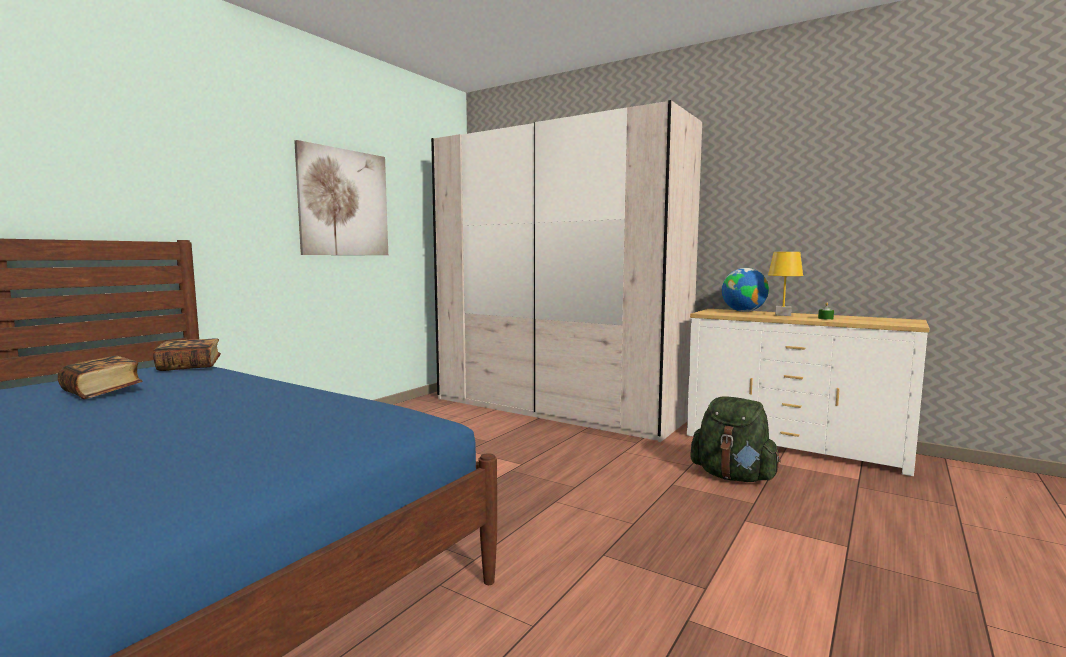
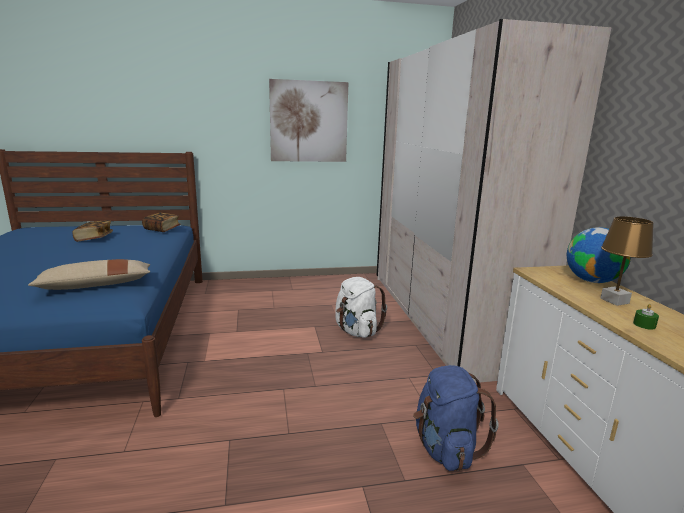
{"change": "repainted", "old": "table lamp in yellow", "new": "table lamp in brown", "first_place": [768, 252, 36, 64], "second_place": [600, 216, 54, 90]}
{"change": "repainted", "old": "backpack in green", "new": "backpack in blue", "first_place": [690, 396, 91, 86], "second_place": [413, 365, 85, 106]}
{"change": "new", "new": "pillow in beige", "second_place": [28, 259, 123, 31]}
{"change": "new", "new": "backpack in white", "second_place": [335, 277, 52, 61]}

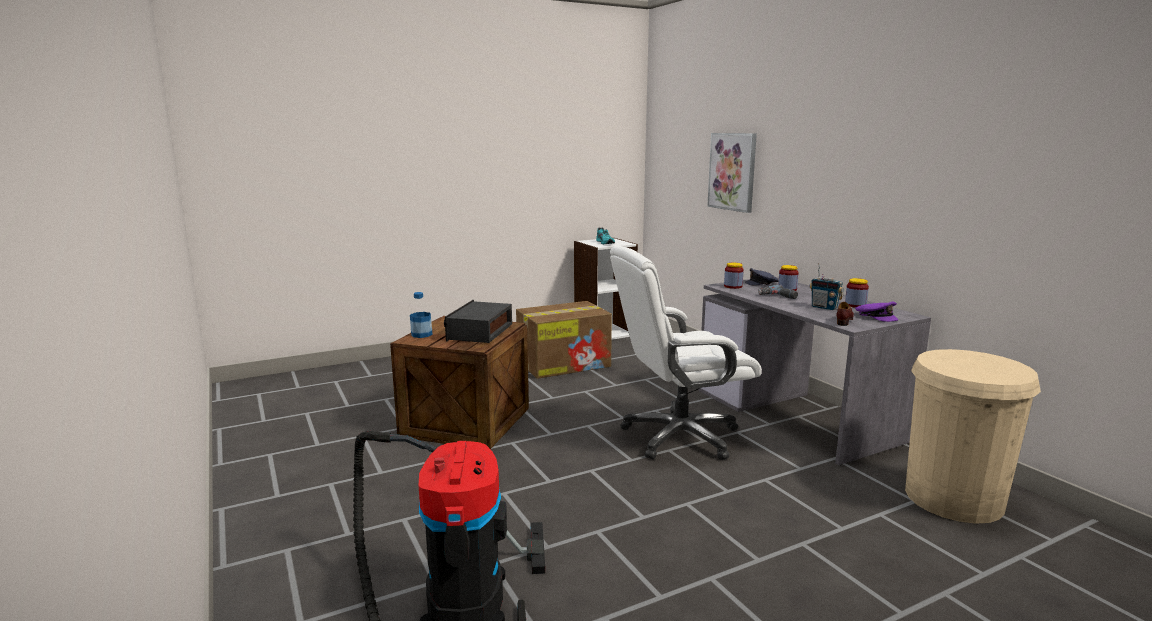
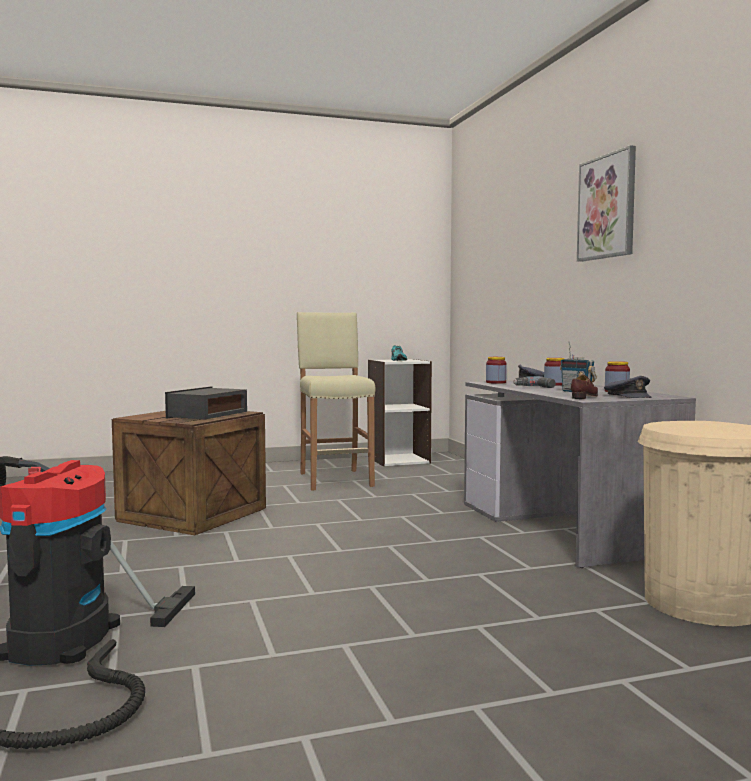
{"change": "shifted", "old": "picture", "first_place": [707, 133, 50, 80], "second_place": [577, 145, 59, 117]}
{"change": "gone", "old": "office chair in white", "first_place": [610, 245, 152, 215]}
{"change": "gone", "old": "bottle", "first_place": [410, 292, 23, 46]}
{"change": "swapped", "old": "cardboard box", "new": "stool in beige", "first_place": [516, 301, 96, 78], "second_place": [297, 312, 78, 178]}
{"change": "repainted", "old": "cap in purple", "new": "cap in grey", "first_place": [855, 302, 43, 20], "second_place": [604, 376, 48, 22]}

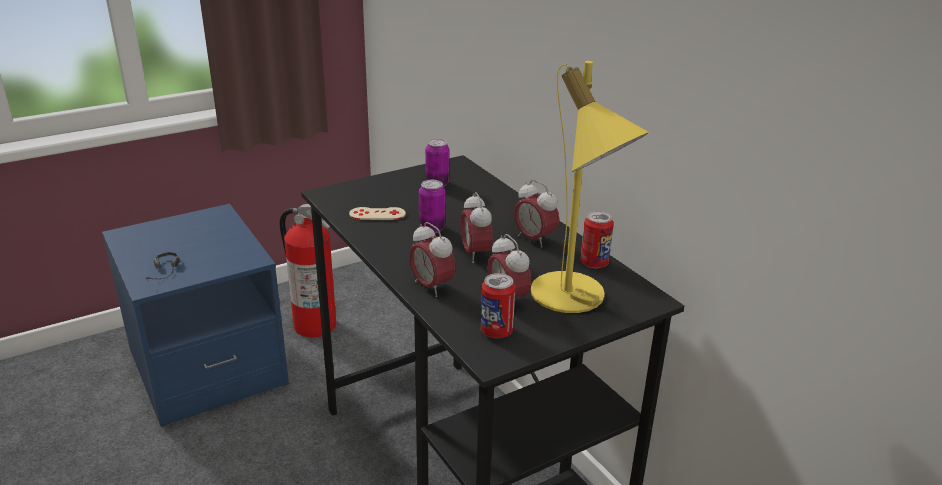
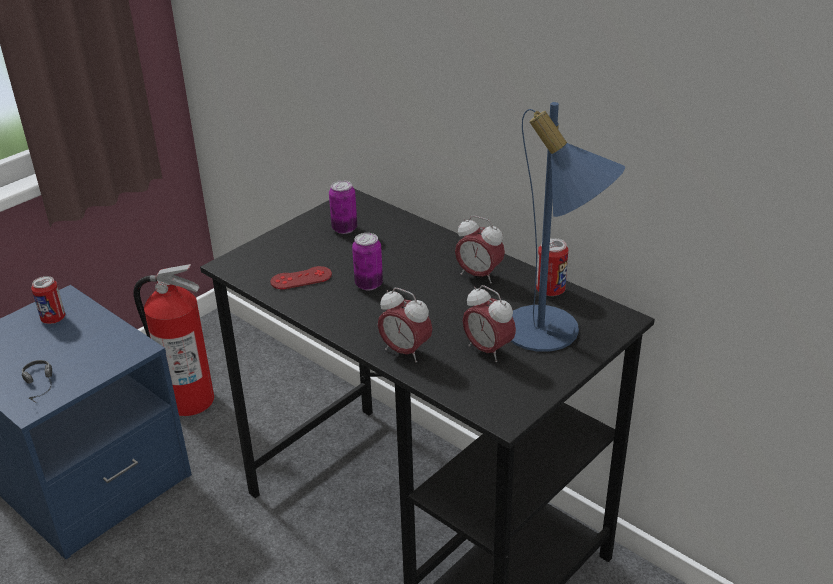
{"change": "repainted", "old": "table lamp in yellow", "new": "table lamp in blue", "first_place": [531, 61, 118, 252], "second_place": [511, 102, 114, 250]}
{"change": "gone", "old": "alarm clock", "first_place": [460, 192, 33, 71]}
{"change": "repainted", "old": "game controller in beige", "new": "game controller in red", "first_place": [349, 207, 57, 13], "second_place": [270, 266, 62, 23]}
{"change": "shifted", "old": "can", "first_place": [481, 273, 34, 65], "second_place": [31, 276, 34, 48]}

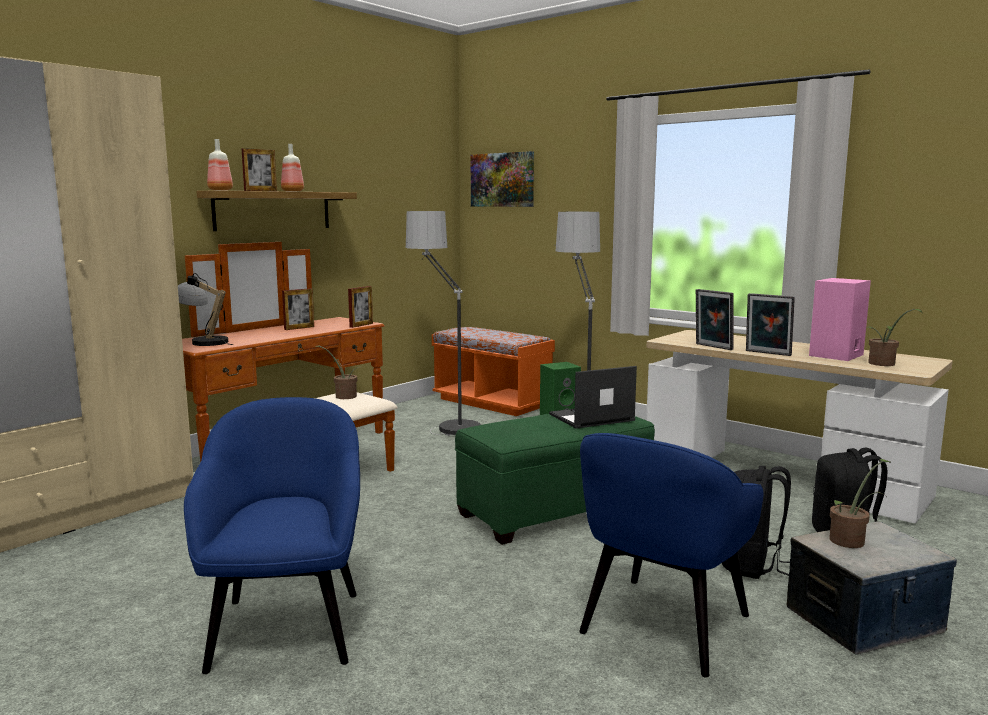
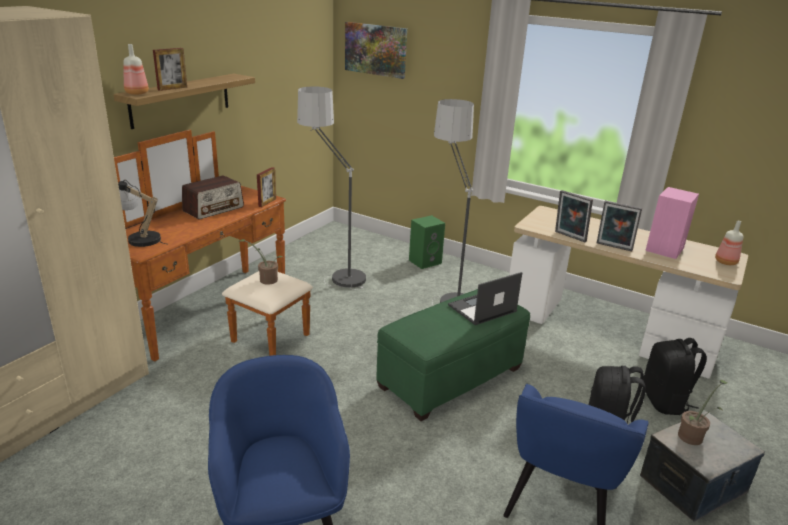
{"change": "shifted", "old": "bottle", "first_place": [281, 144, 23, 48], "second_place": [715, 221, 28, 44]}
{"change": "swapped", "old": "picture frame", "new": "radio", "first_place": [282, 288, 32, 42], "second_place": [182, 176, 62, 43]}
{"change": "gone", "old": "potted plant", "first_place": [866, 309, 56, 57]}
{"change": "gone", "old": "bench in orange", "first_place": [432, 327, 123, 89]}

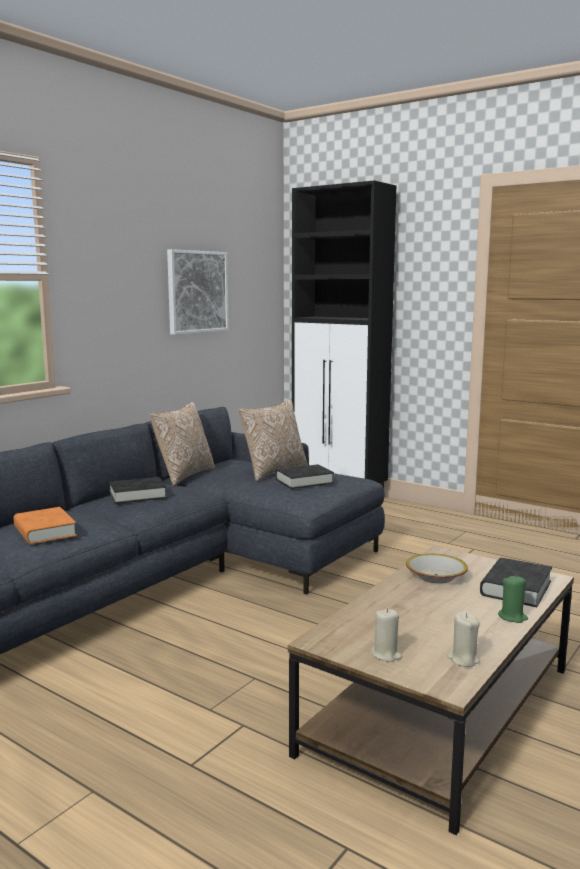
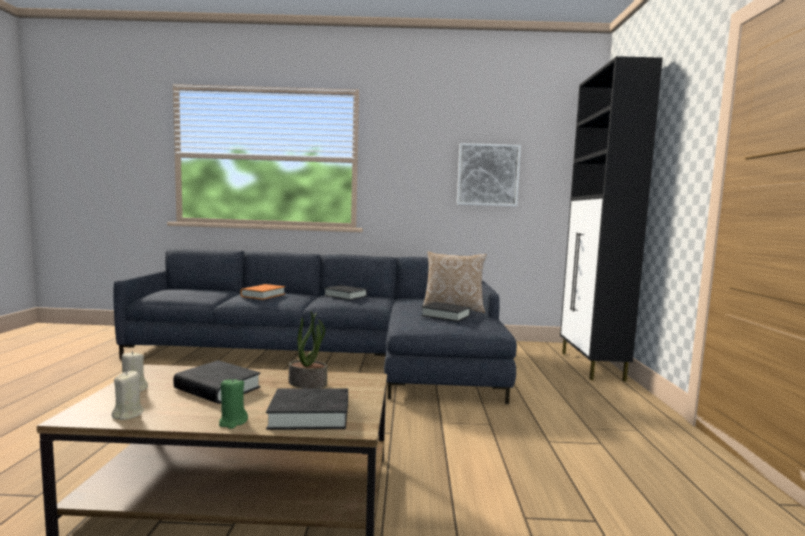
{"change": "gone", "old": "pillow", "first_place": [150, 402, 65, 84]}
{"change": "swapped", "old": "bowl", "new": "potted plant", "first_place": [406, 553, 62, 30], "second_place": [289, 311, 38, 78]}
{"change": "new", "new": "book in black", "second_place": [173, 360, 88, 44]}

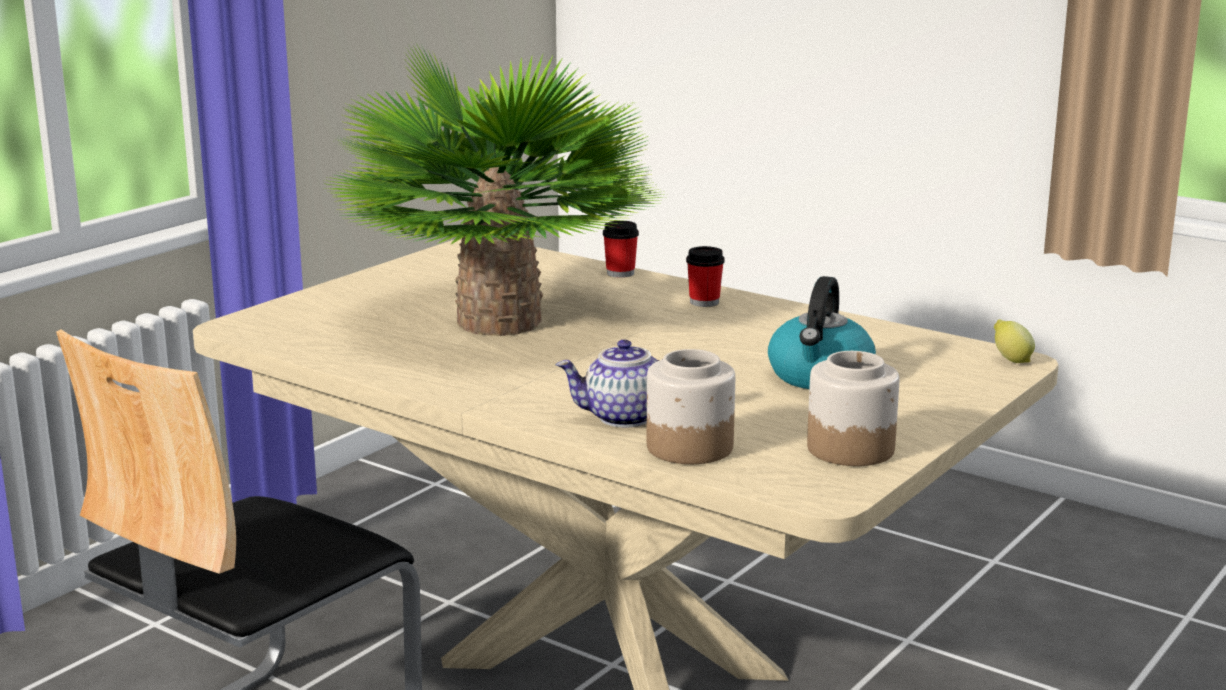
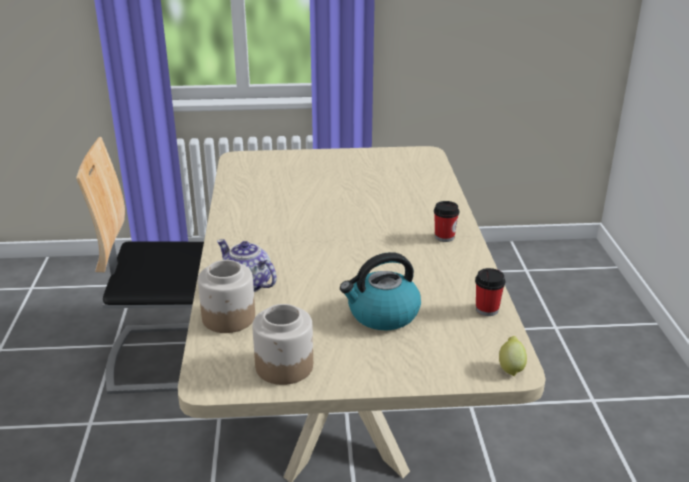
{"change": "gone", "old": "potted plant", "first_place": [324, 43, 341, 293]}
{"change": "shifted", "old": "cup", "first_place": [603, 221, 36, 57], "second_place": [475, 268, 30, 48]}

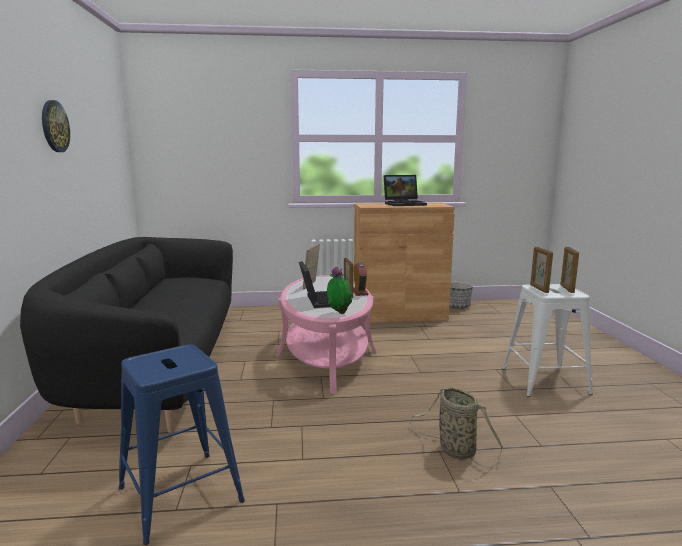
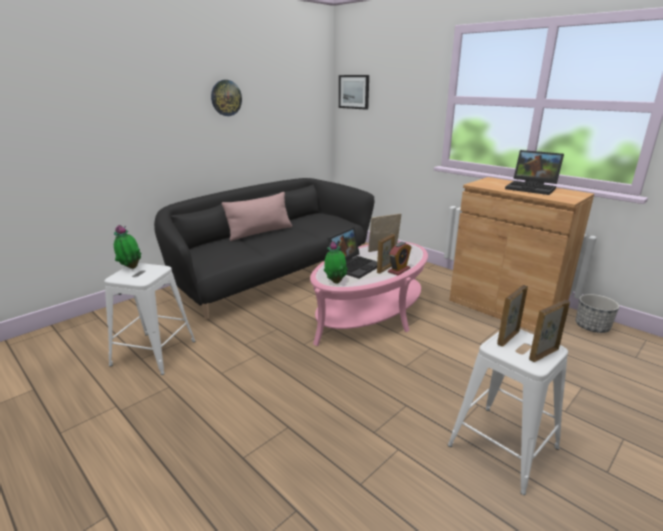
{"change": "repainted", "old": "stool in blue", "new": "stool in white", "first_place": [119, 345, 126, 200], "second_place": [104, 263, 91, 112]}
{"change": "gone", "old": "basket", "first_place": [410, 387, 93, 81]}
{"change": "new", "new": "picture", "second_place": [339, 75, 30, 35]}
{"change": "new", "new": "pillow in pink", "second_place": [222, 192, 70, 49]}
{"change": "new", "new": "potted plant", "second_place": [114, 225, 27, 44]}

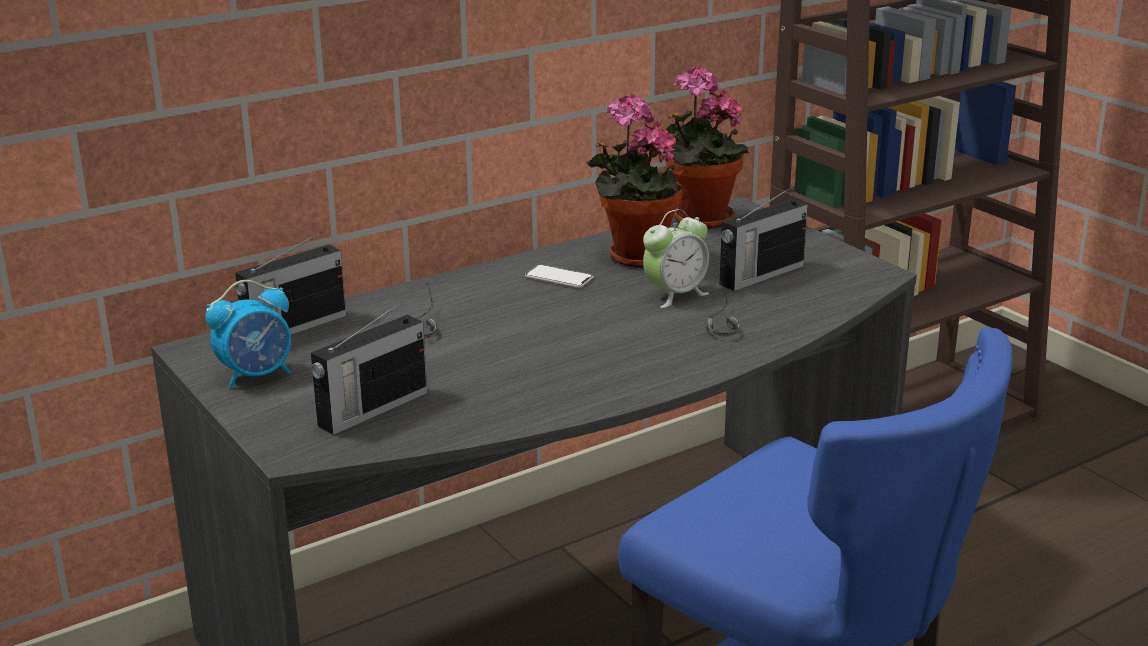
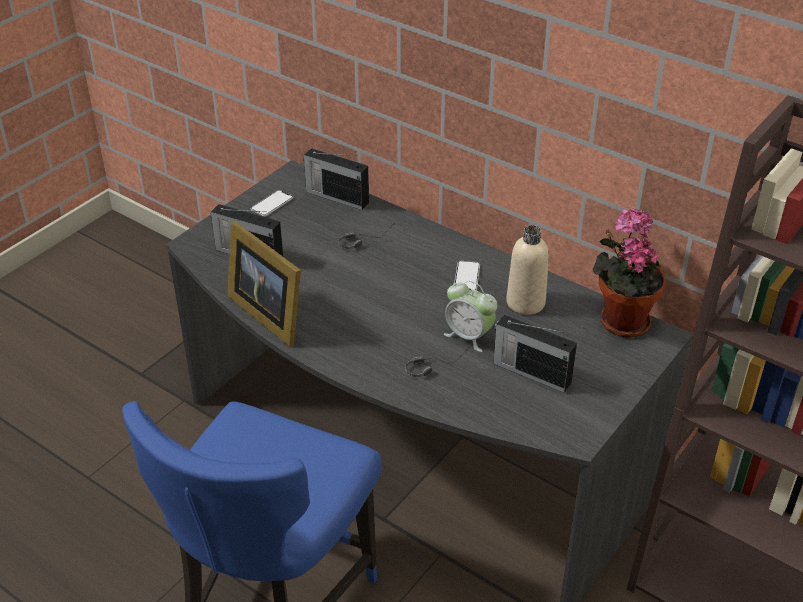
{"change": "swapped", "old": "potted plant", "new": "bottle in beige", "first_place": [586, 94, 97, 174], "second_place": [506, 225, 43, 90]}
{"change": "swapped", "old": "alarm clock", "new": "phone", "first_place": [205, 280, 86, 109], "second_place": [251, 190, 42, 27]}
{"change": "new", "new": "picture frame", "second_place": [227, 221, 74, 126]}

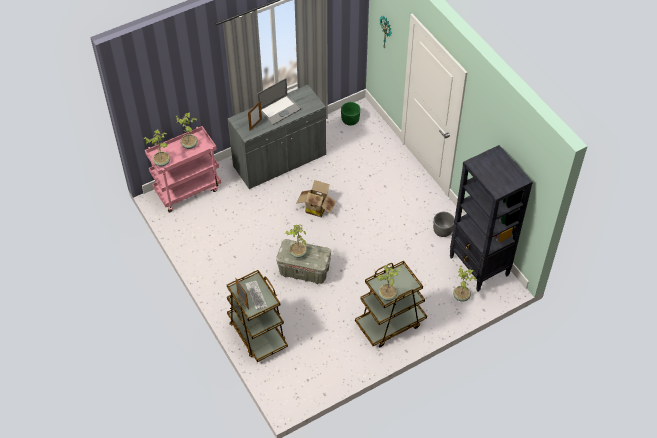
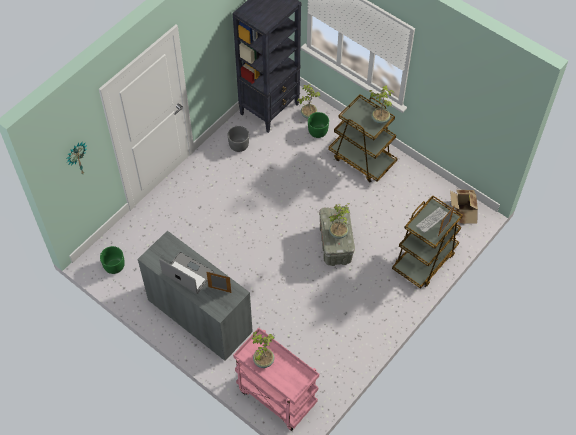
{"change": "gone", "old": "potted plant", "first_place": [144, 129, 26, 37]}
{"change": "shifted", "old": "cardboard box", "first_place": [296, 180, 40, 37], "second_place": [450, 190, 28, 34]}
{"change": "new", "new": "planter in green", "second_place": [308, 112, 21, 26]}

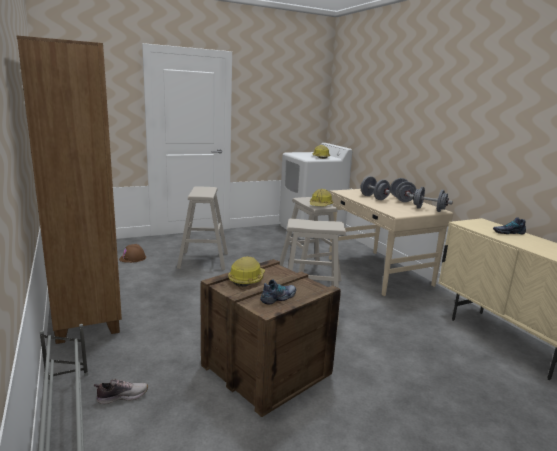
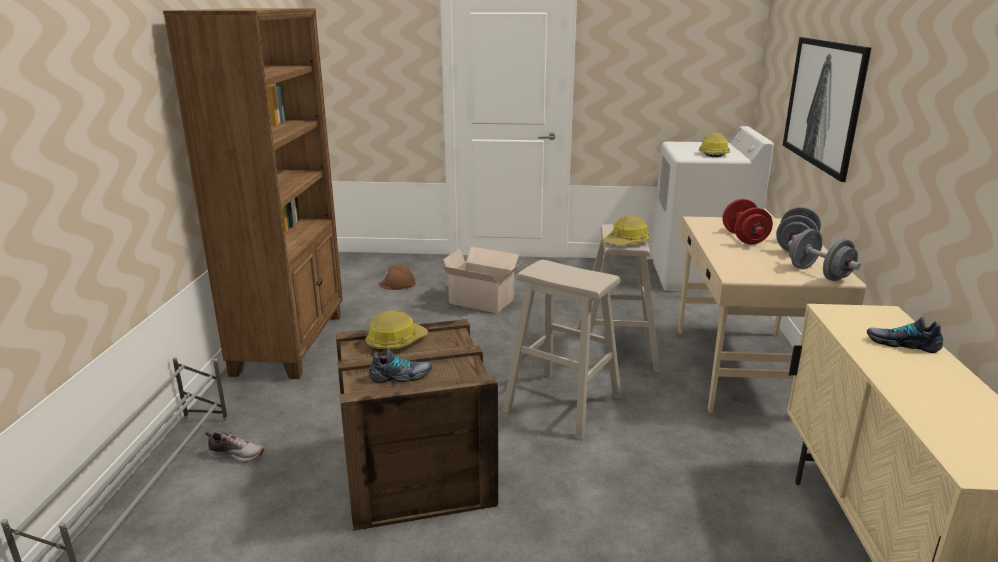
{"change": "repainted", "old": "dumbbell in grey", "new": "dumbbell in red", "first_place": [361, 176, 30, 24], "second_place": [722, 199, 51, 45]}
{"change": "swapped", "old": "stool in beige", "new": "cardboard box", "first_place": [177, 186, 51, 84], "second_place": [442, 247, 79, 67]}
{"change": "new", "new": "picture", "second_place": [783, 37, 88, 145]}

